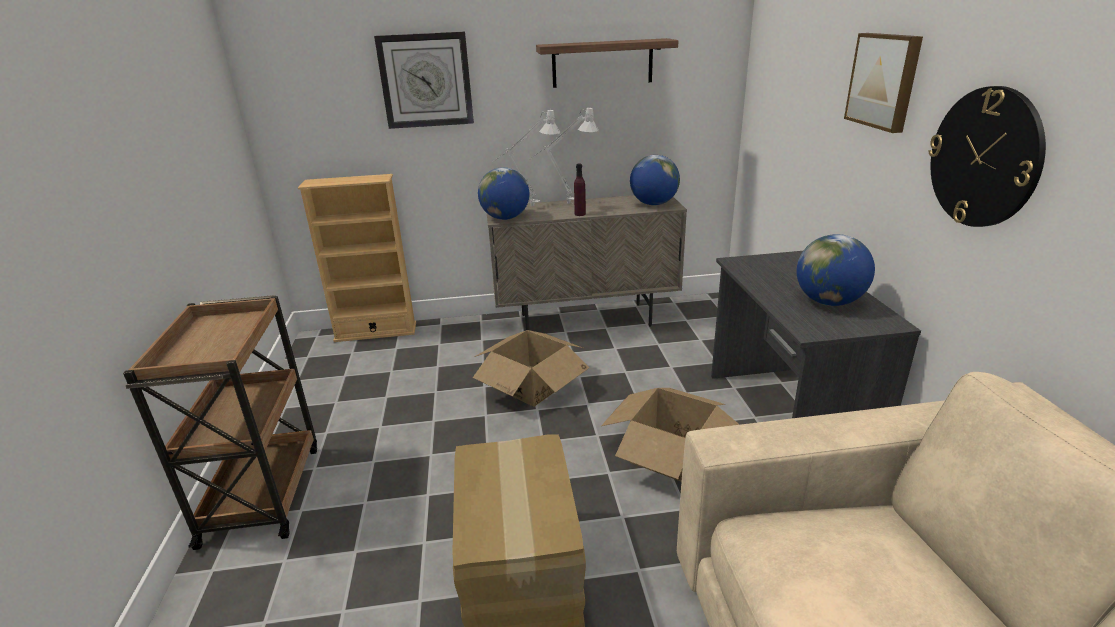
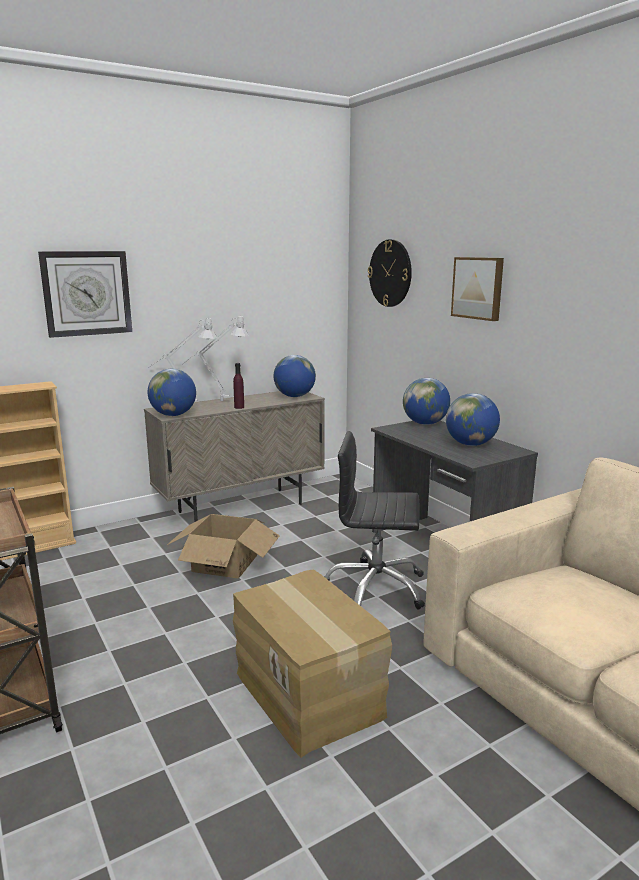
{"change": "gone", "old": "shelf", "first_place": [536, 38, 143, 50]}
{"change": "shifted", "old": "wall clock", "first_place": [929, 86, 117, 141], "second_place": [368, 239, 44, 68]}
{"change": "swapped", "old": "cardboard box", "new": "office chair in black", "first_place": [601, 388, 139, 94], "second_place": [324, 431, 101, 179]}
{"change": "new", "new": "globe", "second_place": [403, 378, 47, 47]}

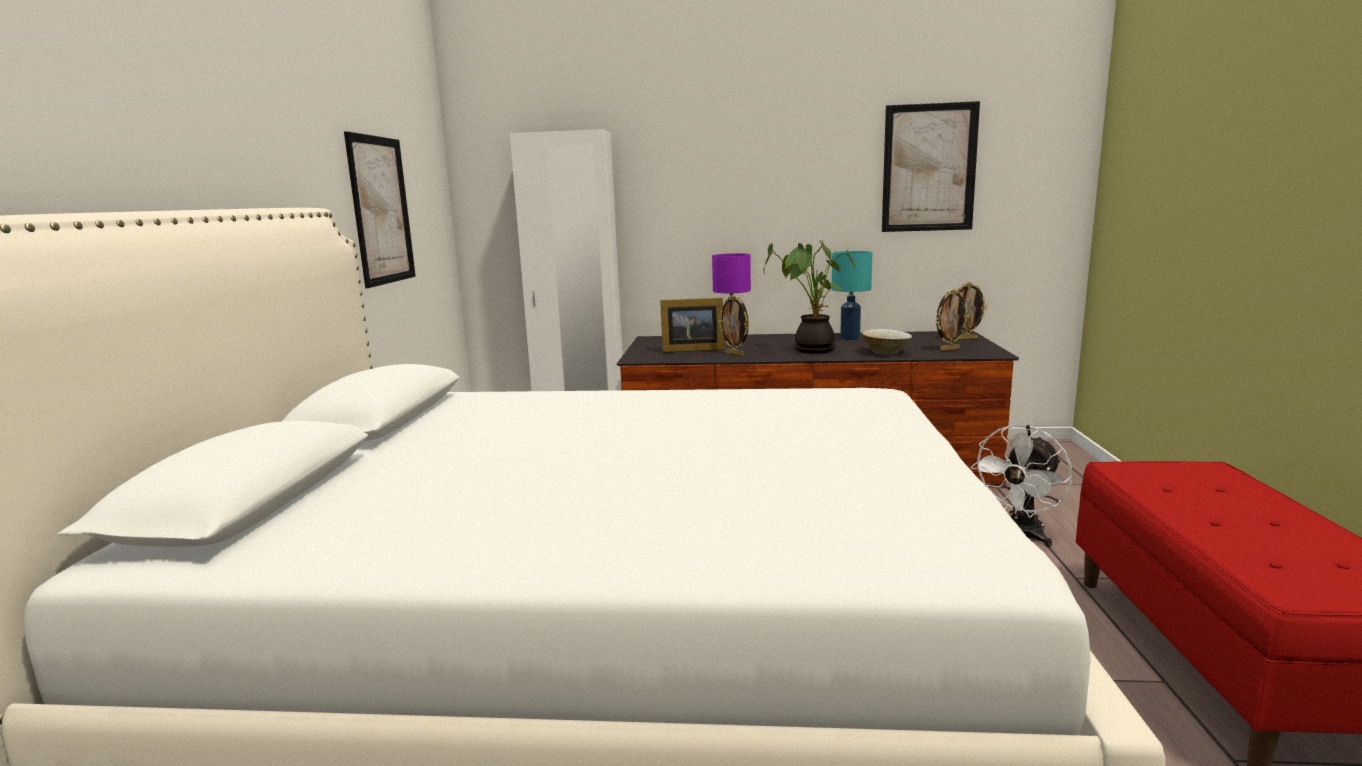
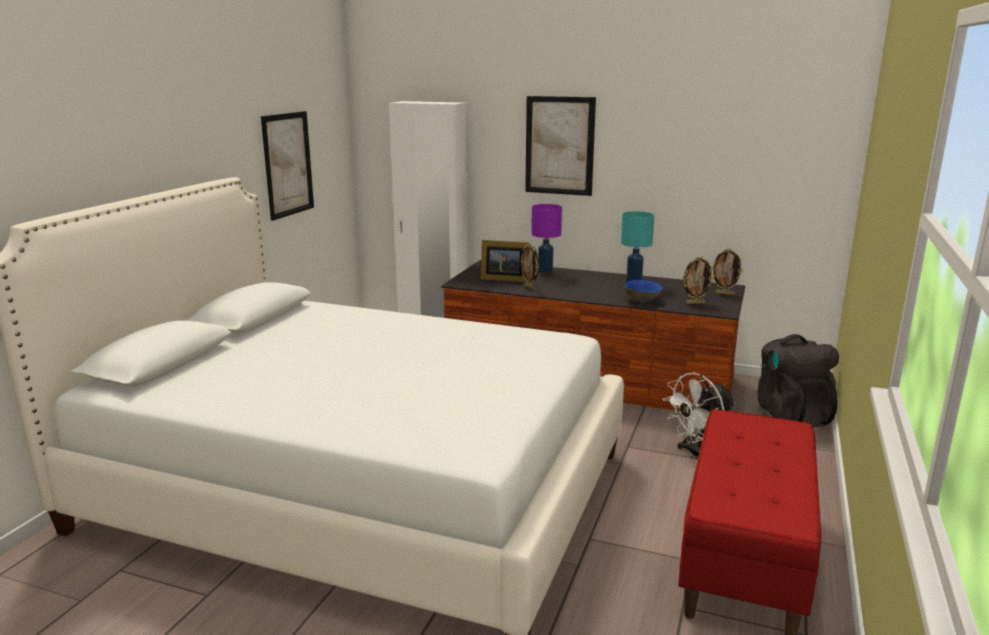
{"change": "shifted", "old": "picture", "first_place": [882, 101, 98, 131], "second_place": [525, 96, 71, 100]}
{"change": "gone", "old": "potted plant", "first_place": [763, 240, 93, 114]}
{"change": "repainted", "old": "bowl in beige", "new": "bowl in blue", "first_place": [862, 329, 50, 25], "second_place": [624, 280, 39, 23]}
{"change": "new", "new": "backpack in black", "second_place": [757, 334, 82, 93]}

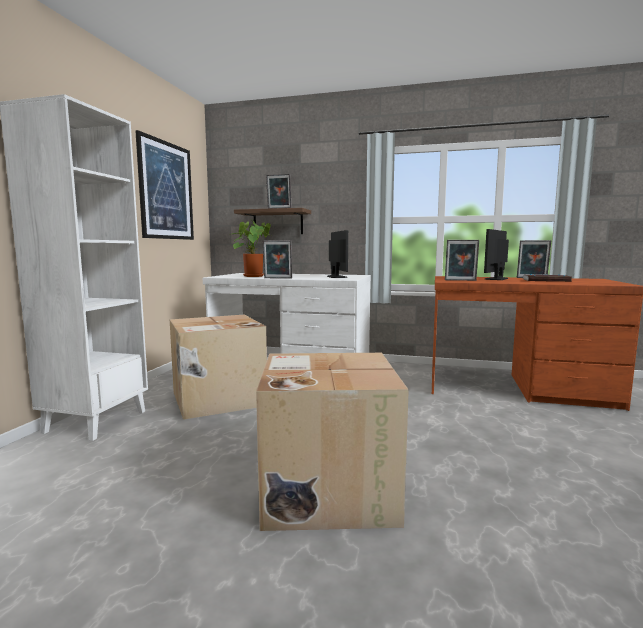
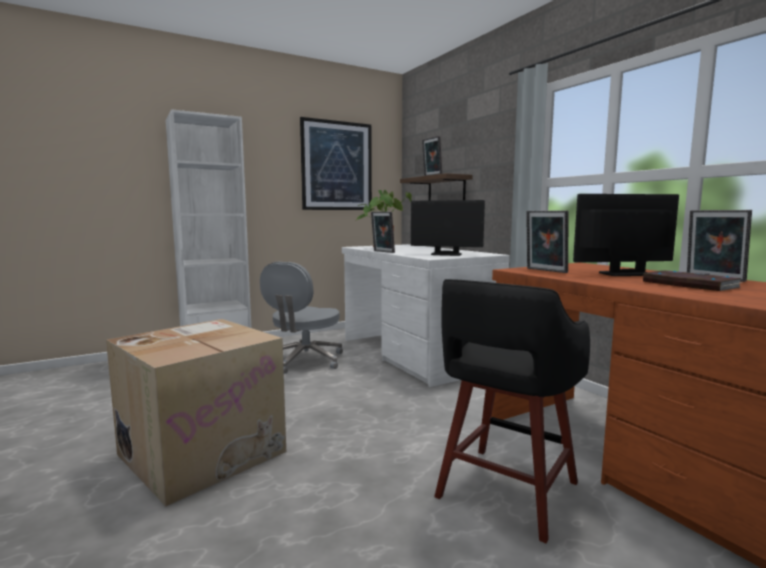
{"change": "rotated", "old": "monitor", "first_place": [327, 230, 21, 48], "second_place": [411, 200, 74, 56], "degrees": 75}
{"change": "swapped", "old": "cardboard box", "new": "office chair in grey", "first_place": [170, 315, 97, 105], "second_place": [260, 261, 83, 113]}
{"change": "new", "new": "stool in black", "second_place": [434, 279, 156, 264]}

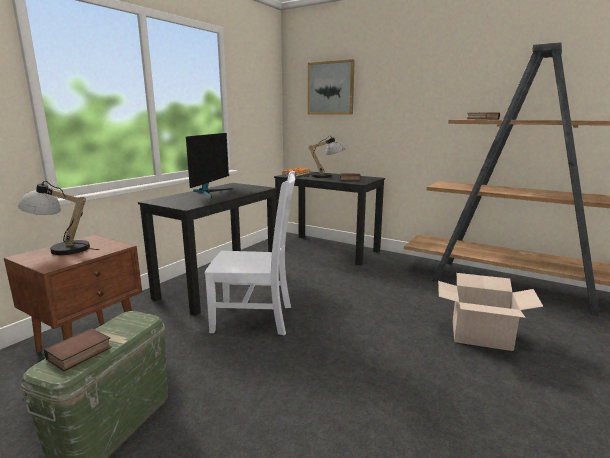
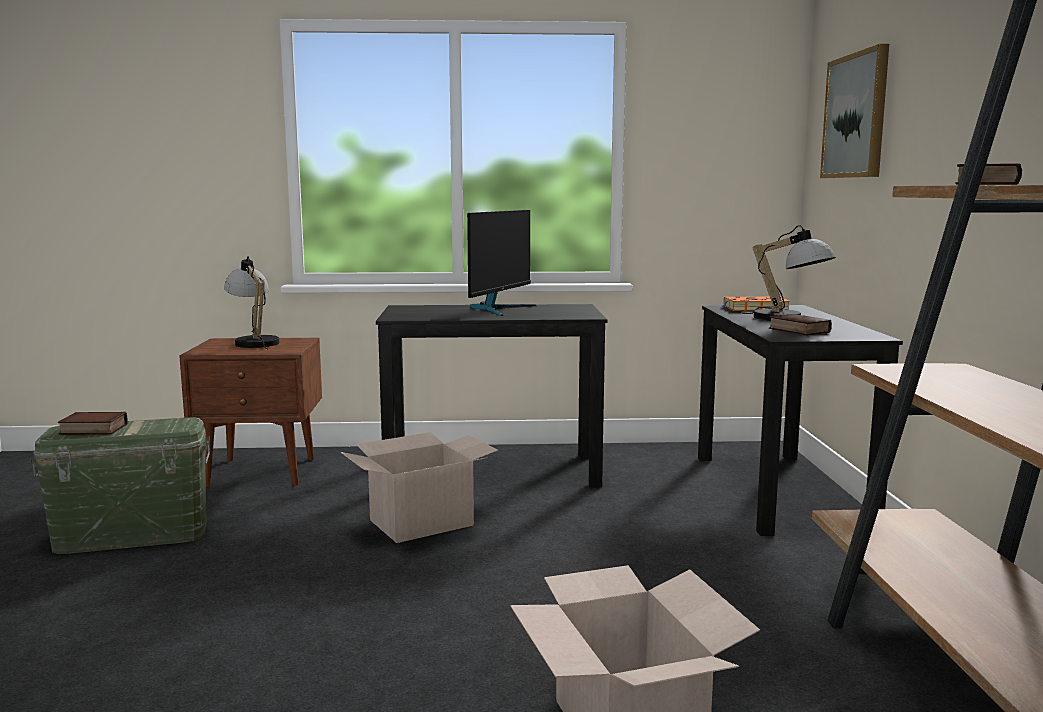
{"change": "rotated", "old": "monitor", "first_place": [186, 133, 46, 65], "second_place": [467, 210, 69, 106], "degrees": -45}
{"change": "swapped", "old": "chair in white", "new": "cardboard box", "first_place": [204, 171, 91, 164], "second_place": [341, 432, 157, 111]}

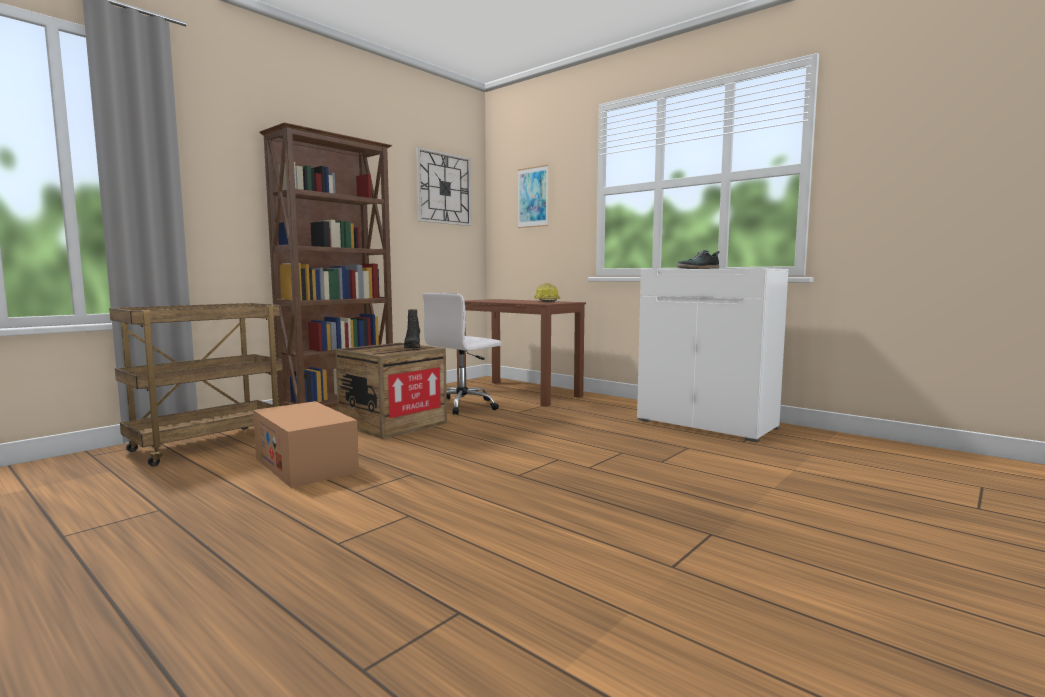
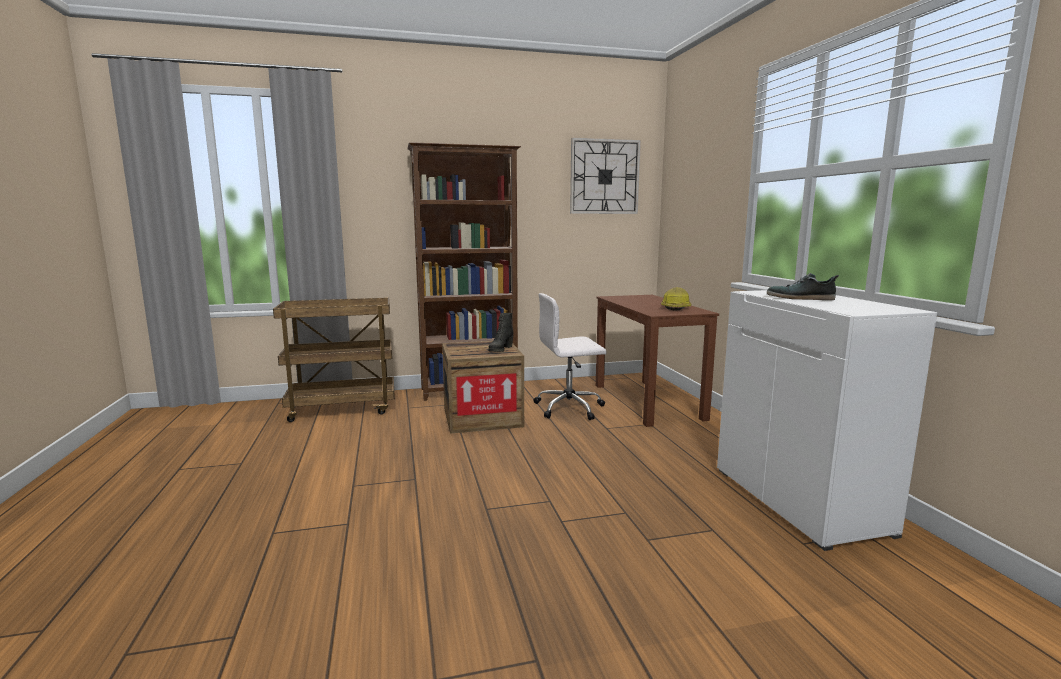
{"change": "gone", "old": "picture", "first_place": [518, 165, 30, 63]}
{"change": "gone", "old": "cardboard box", "first_place": [253, 401, 106, 87]}

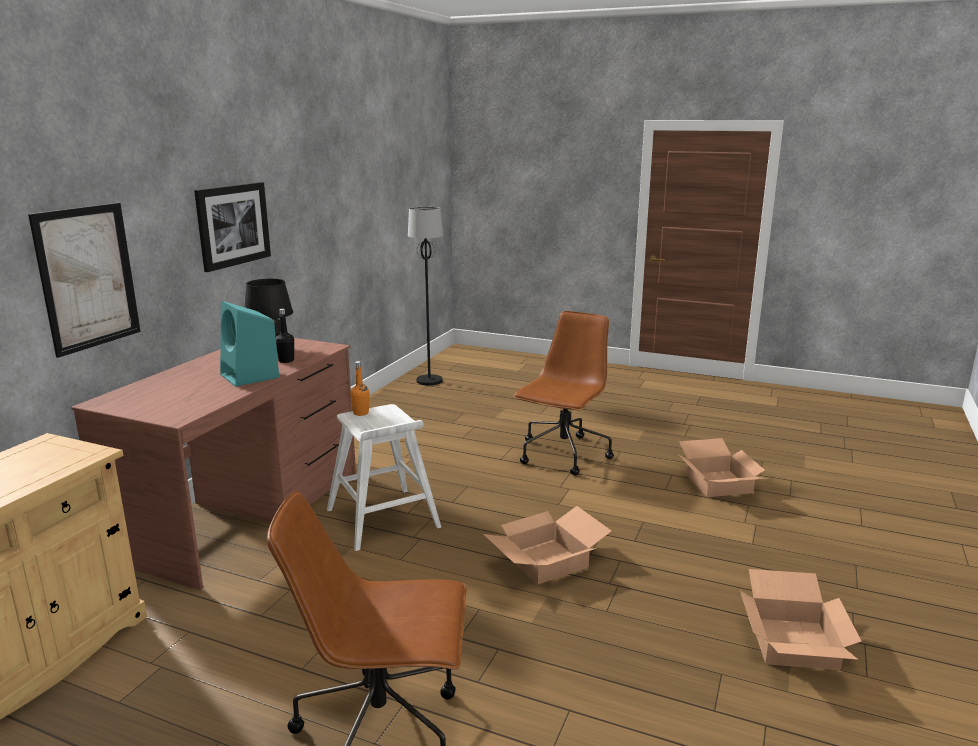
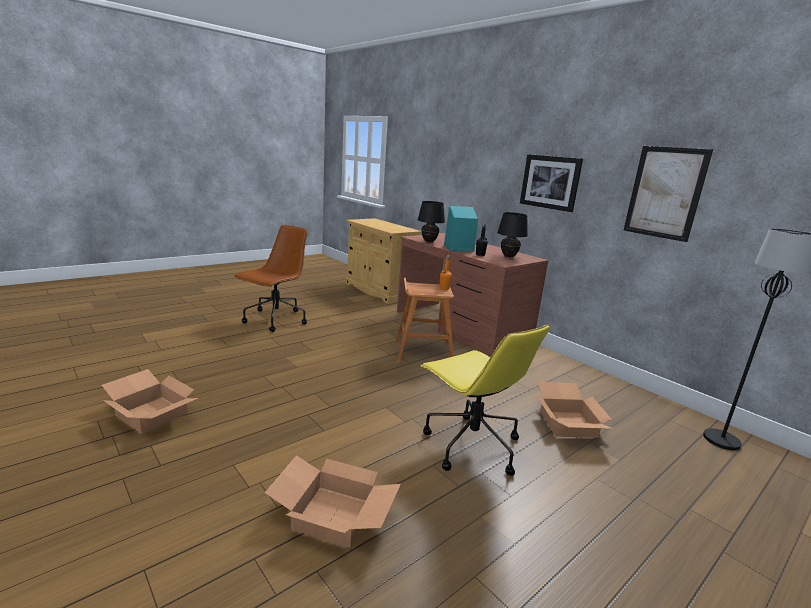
{"change": "shifted", "old": "picture", "first_place": [28, 203, 113, 155], "second_place": [624, 146, 89, 96]}
{"change": "repainted", "old": "office chair in brown", "new": "office chair in yellow", "first_place": [513, 311, 101, 164], "second_place": [420, 324, 130, 152]}
{"change": "repainted", "old": "stool in white", "new": "stool in brown", "first_place": [327, 404, 114, 147], "second_place": [396, 278, 58, 85]}
{"change": "shifted", "old": "cardboard box", "first_place": [483, 506, 128, 79], "second_place": [536, 382, 78, 56]}
{"change": "new", "new": "table lamp in black", "second_place": [418, 201, 27, 41]}

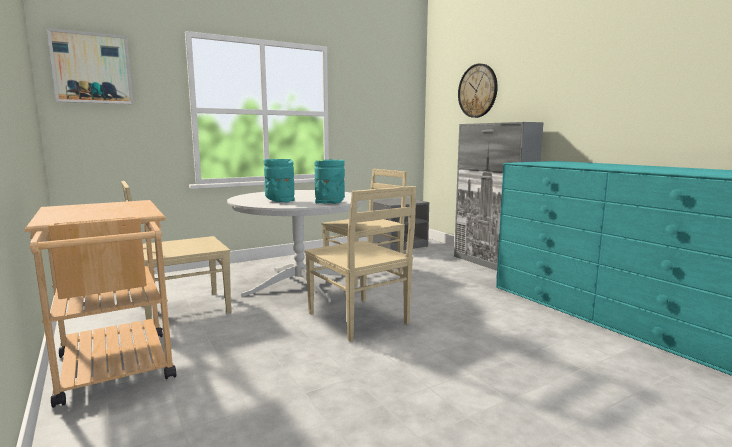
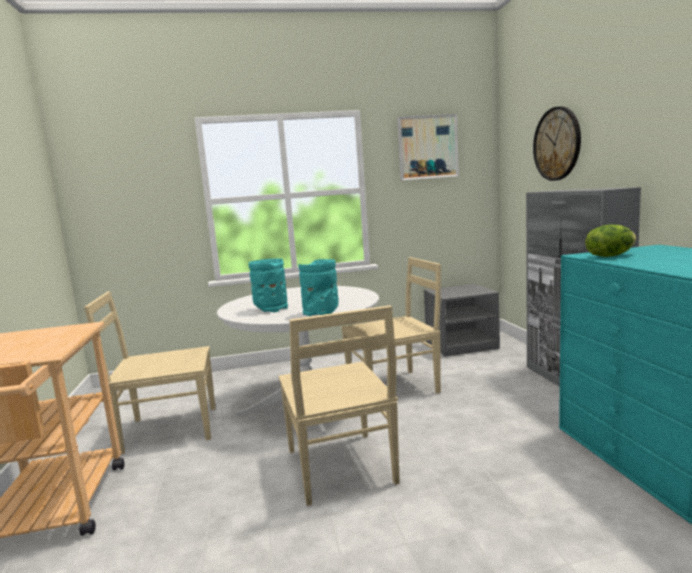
{"change": "shifted", "old": "picture", "first_place": [47, 28, 86, 76], "second_place": [397, 114, 62, 67]}
{"change": "new", "new": "lettuce", "second_place": [585, 224, 51, 33]}

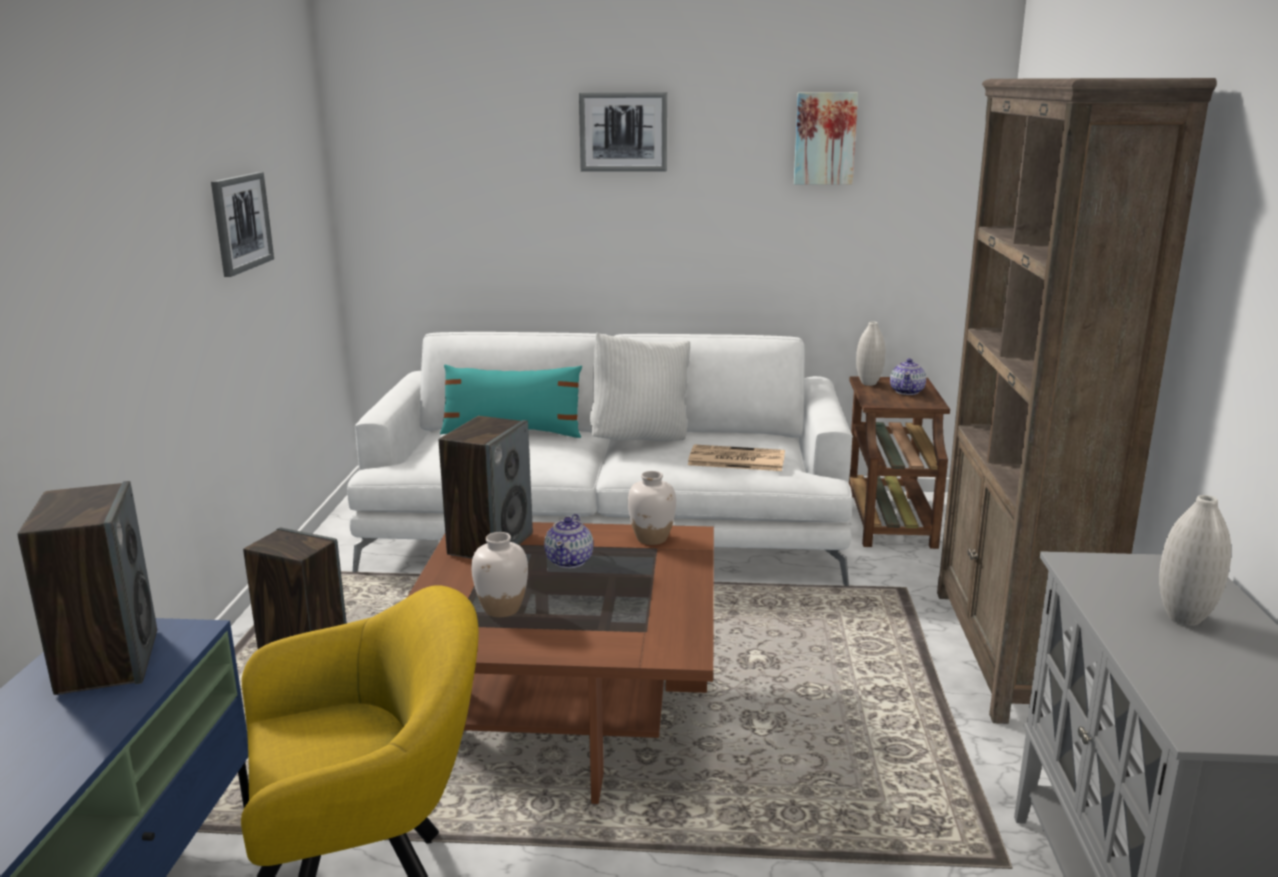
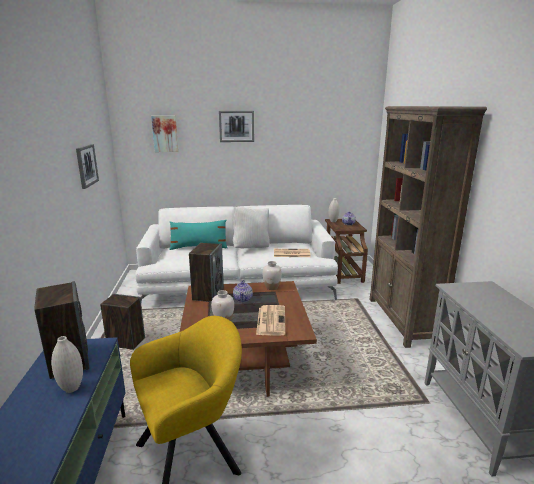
{"change": "shifted", "old": "picture", "first_place": [794, 92, 64, 93], "second_place": [151, 116, 27, 36]}
{"change": "shifted", "old": "vase in white", "first_place": [1159, 495, 72, 131], "second_place": [51, 336, 32, 57]}
{"change": "new", "new": "newspaper", "second_place": [256, 305, 29, 31]}

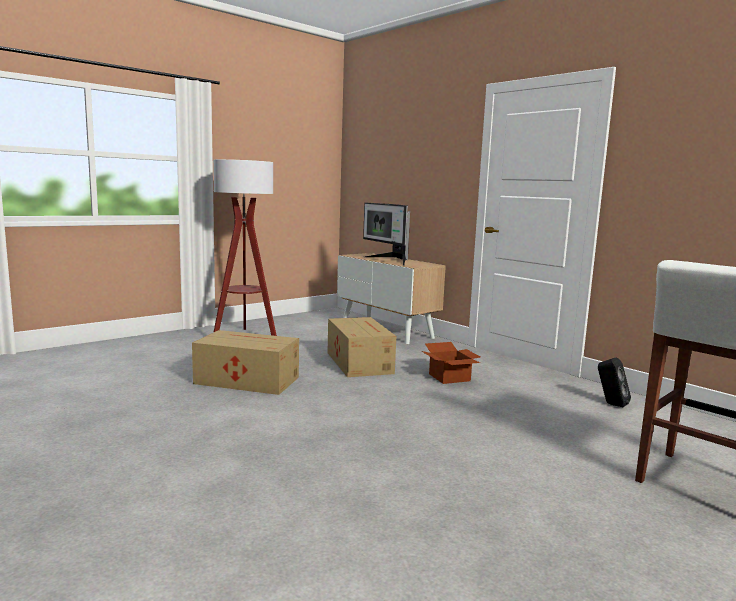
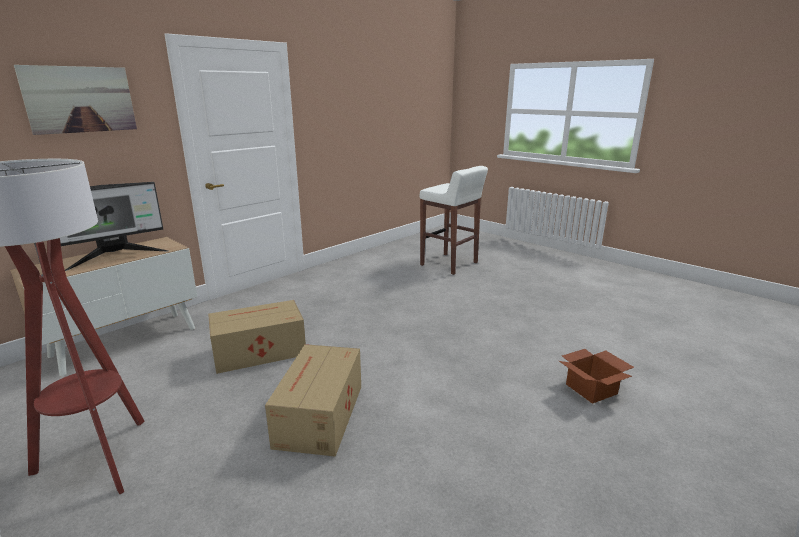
{"change": "shifted", "old": "cardboard box", "first_place": [422, 342, 58, 42], "second_place": [559, 349, 75, 55]}
{"change": "gone", "old": "speaker in black", "first_place": [598, 358, 33, 49]}
{"change": "new", "new": "picture", "second_place": [14, 65, 123, 70]}

